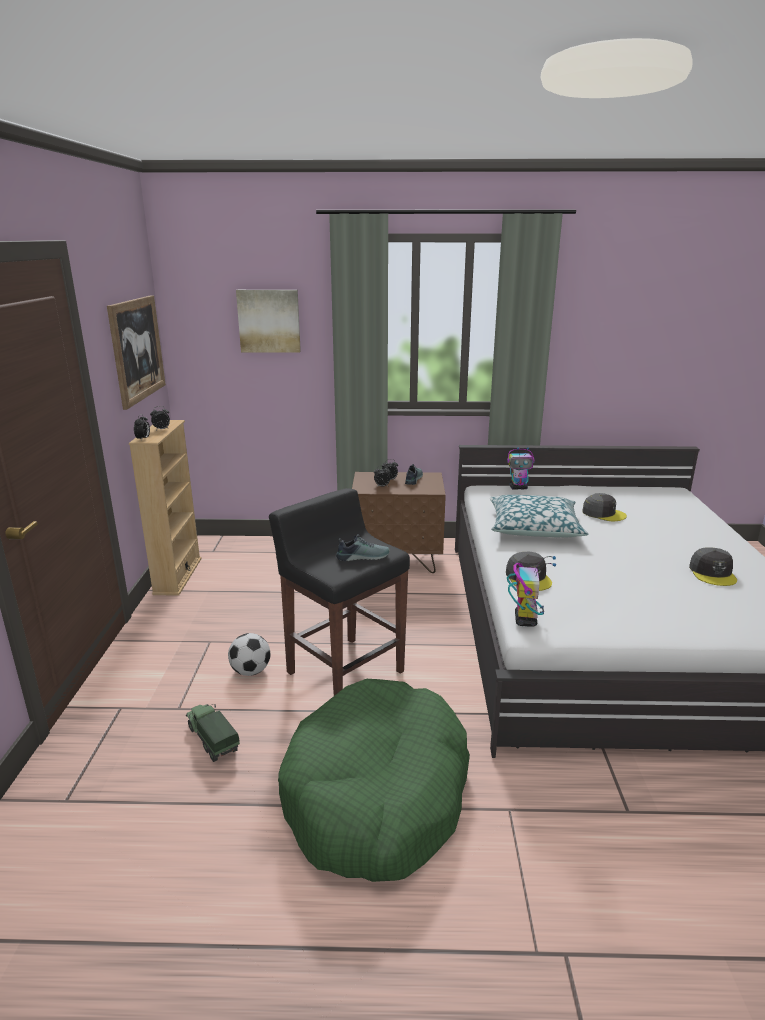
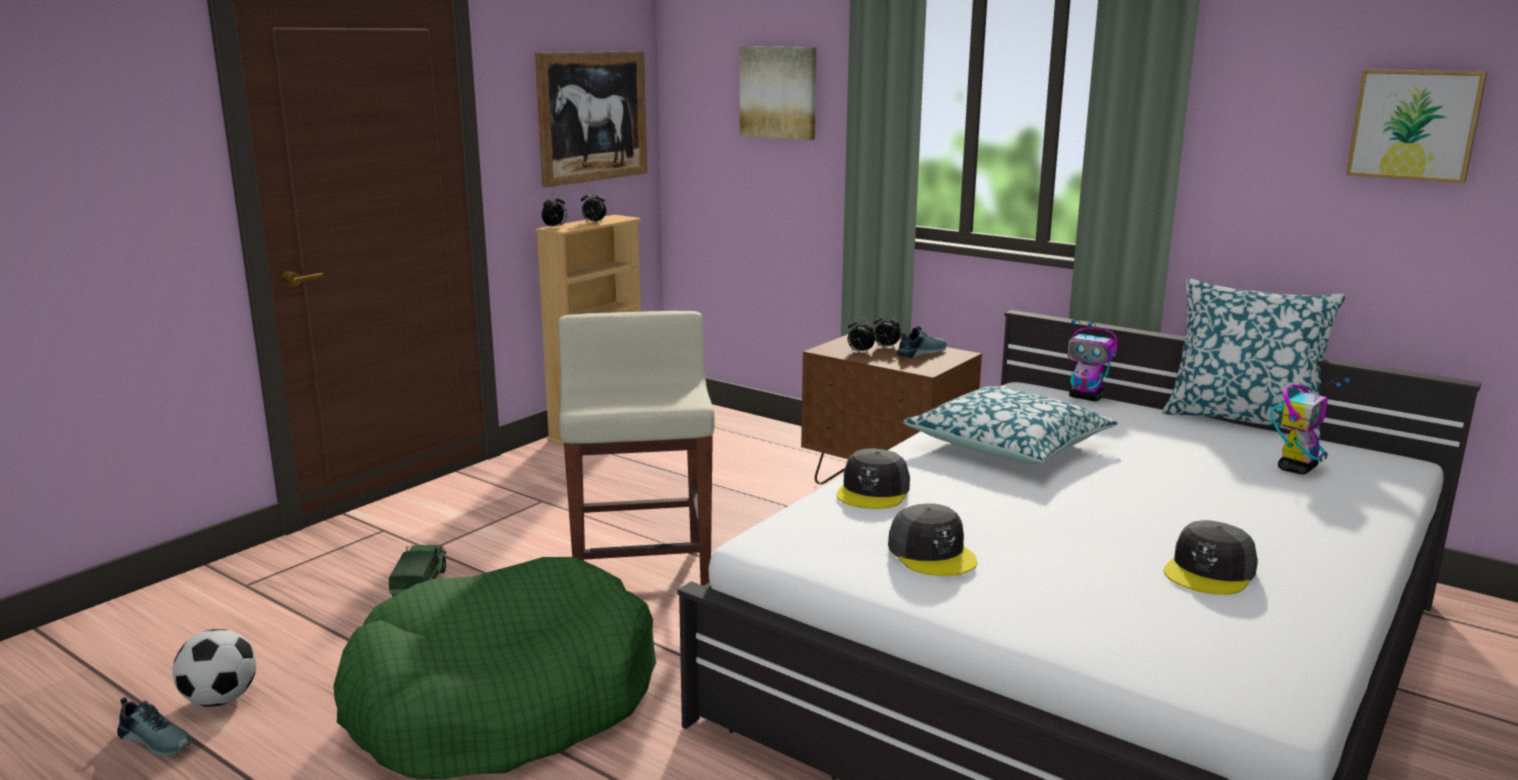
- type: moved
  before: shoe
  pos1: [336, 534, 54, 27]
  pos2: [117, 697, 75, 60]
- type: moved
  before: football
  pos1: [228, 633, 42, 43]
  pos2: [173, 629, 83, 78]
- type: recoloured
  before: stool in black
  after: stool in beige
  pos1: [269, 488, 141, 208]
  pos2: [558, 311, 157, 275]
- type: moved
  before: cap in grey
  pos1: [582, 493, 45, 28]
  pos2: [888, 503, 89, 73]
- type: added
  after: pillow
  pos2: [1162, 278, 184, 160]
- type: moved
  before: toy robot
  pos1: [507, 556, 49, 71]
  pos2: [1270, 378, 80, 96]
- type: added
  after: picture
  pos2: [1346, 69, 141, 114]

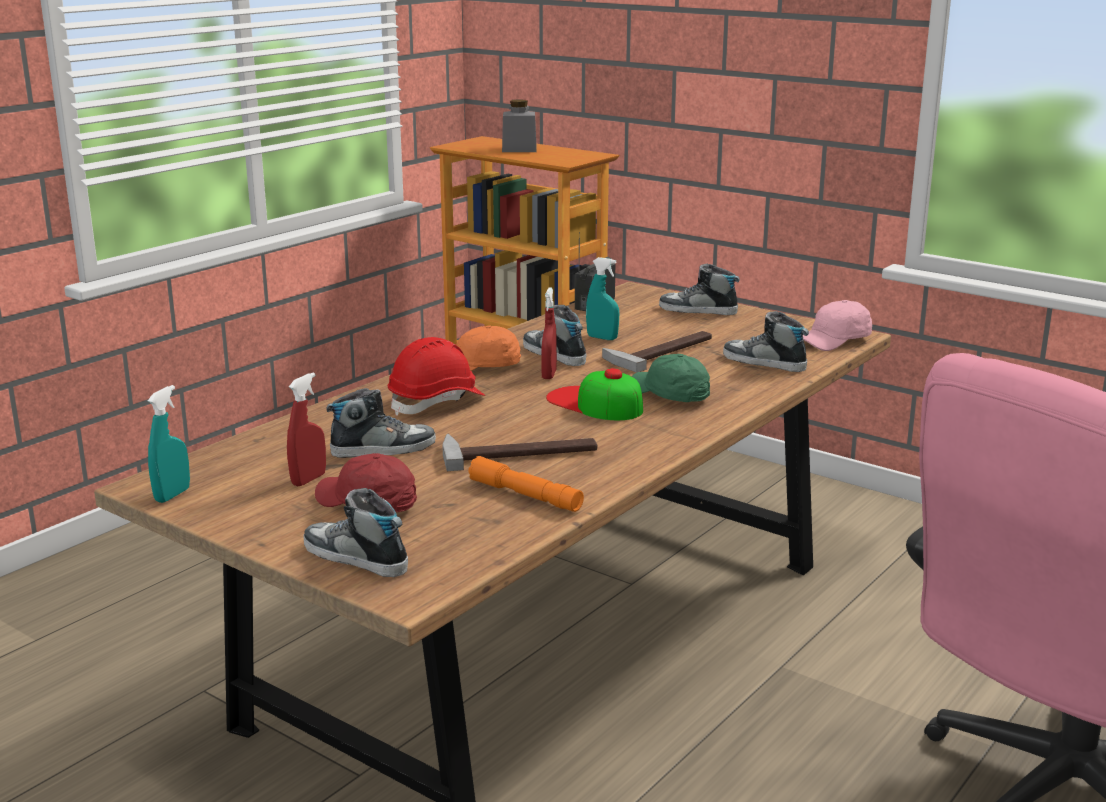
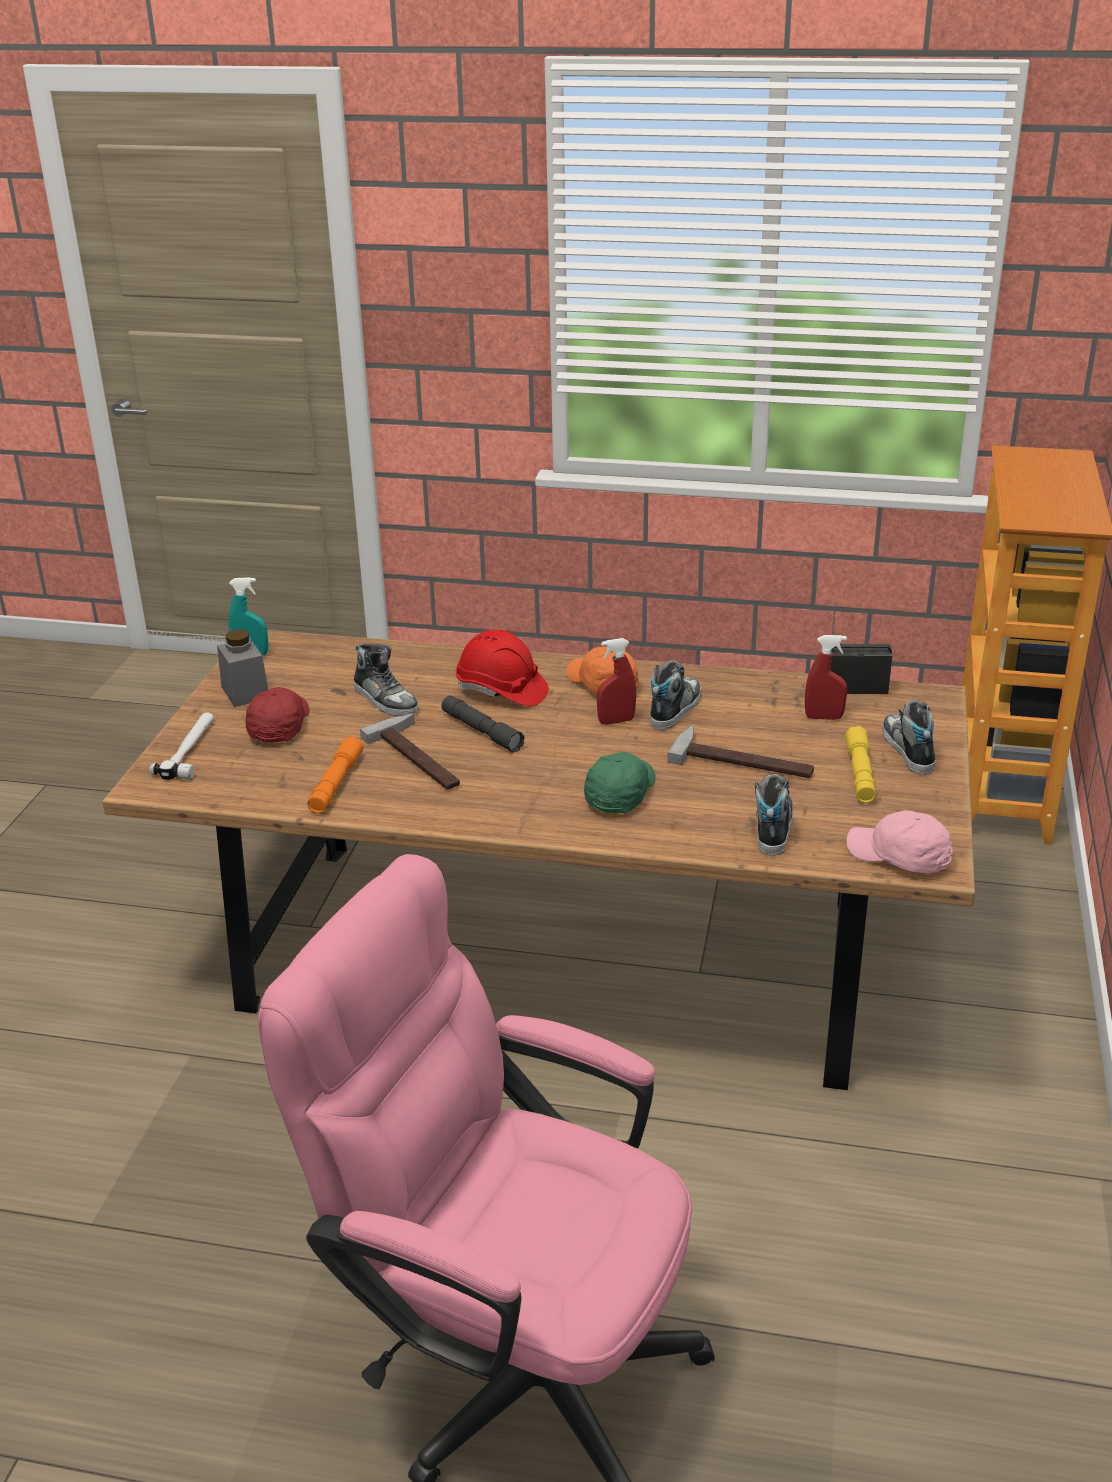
- type: replaced
  before: shoe
  after: hammer
  pos1: [303, 488, 105, 89]
  pos2: [149, 712, 65, 68]
- type: moved
  before: jar in grey
  pos1: [502, 99, 35, 53]
  pos2: [217, 630, 51, 77]
- type: added
  after: flashlight in grey
  pos2: [442, 695, 83, 58]
- type: moved
  before: spray bottle in red
  pos1: [287, 373, 39, 113]
  pos2: [805, 635, 42, 85]
- type: added
  after: flashlight in yellow
  pos2: [845, 726, 31, 77]
- type: removed
  before: cap
  pos1: [546, 368, 97, 52]
- type: removed
  before: spray bottle in turquoise
  pos1: [586, 257, 33, 83]

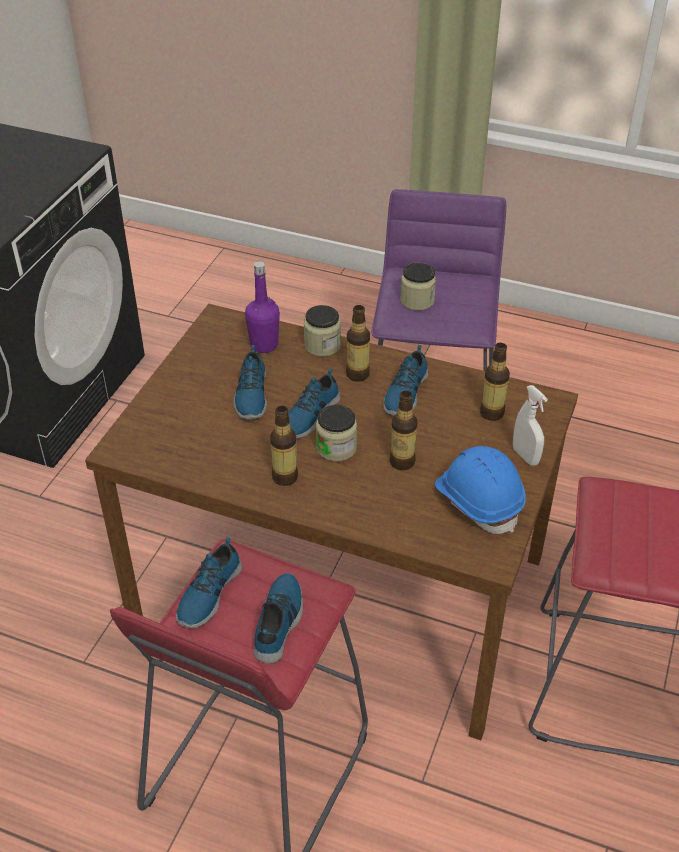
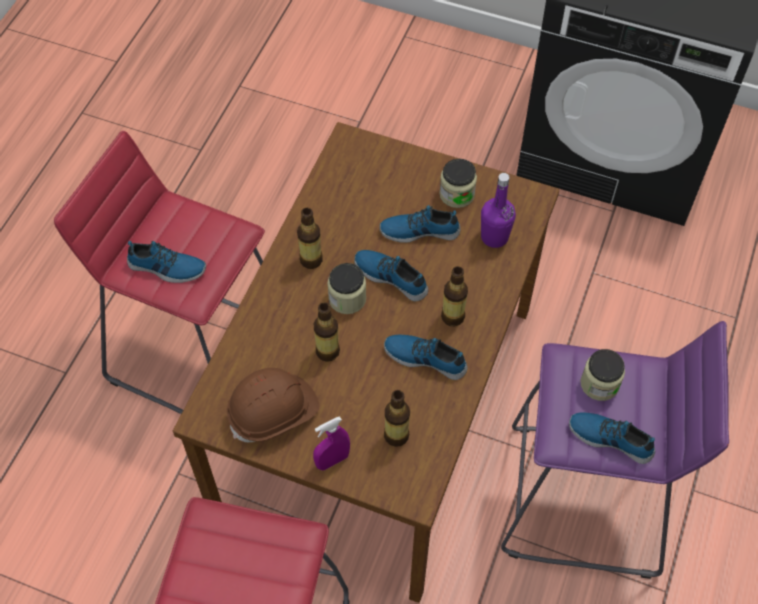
- type: recoloured
  before: hard hat in blue
  after: hard hat in brown
  pos1: [435, 446, 91, 88]
  pos2: [226, 368, 93, 74]
- type: recoloured
  before: spray bottle in white
  after: spray bottle in purple
  pos1: [513, 385, 35, 81]
  pos2: [313, 416, 37, 54]
- type: moved
  before: jar
  pos1: [304, 305, 37, 52]
  pos2: [439, 159, 38, 49]
- type: moved
  before: shoe
  pos1: [176, 538, 66, 90]
  pos2: [569, 412, 86, 52]

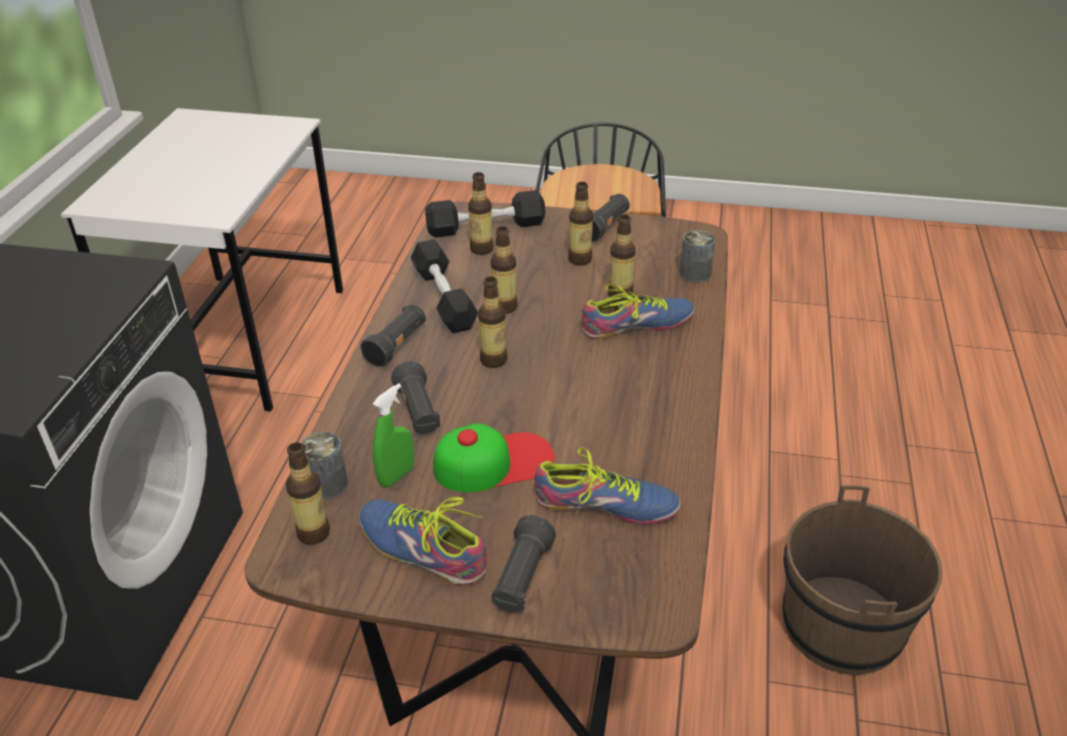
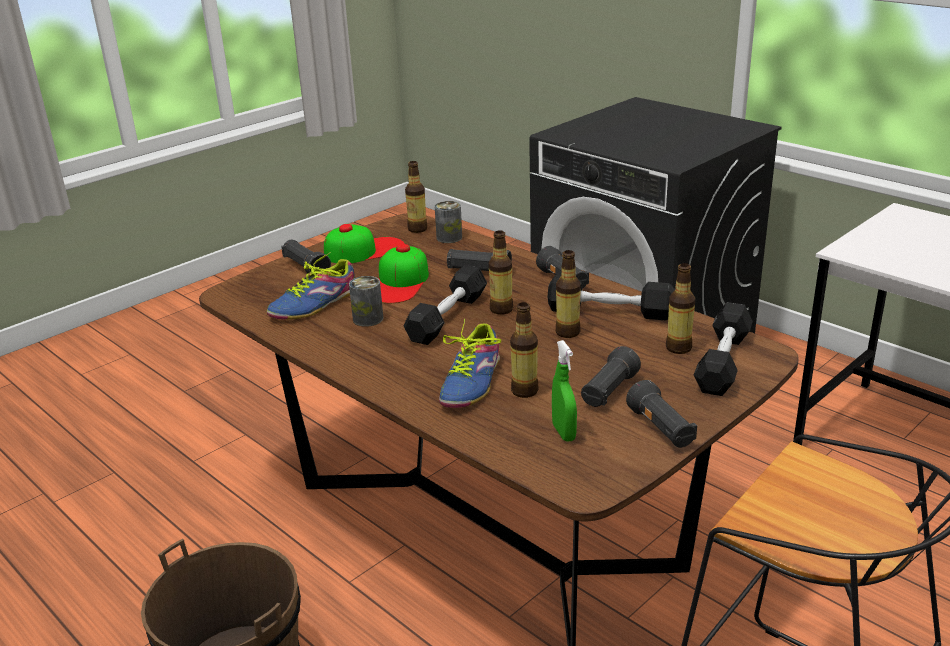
- type: replaced
  before: shoe
  after: cap
  pos1: [359, 497, 128, 88]
  pos2: [324, 224, 81, 39]
- type: moved
  before: can
  pos1: [680, 230, 35, 53]
  pos2: [349, 276, 34, 51]
- type: added
  after: dumbbell in black
  pos2: [403, 265, 84, 80]
- type: moved
  before: spray bottle in green
  pos1: [373, 383, 41, 104]
  pos2: [552, 340, 25, 102]
- type: replaced
  before: bottle
  after: flashlight in black
  pos1: [568, 182, 25, 83]
  pos2: [581, 346, 60, 61]

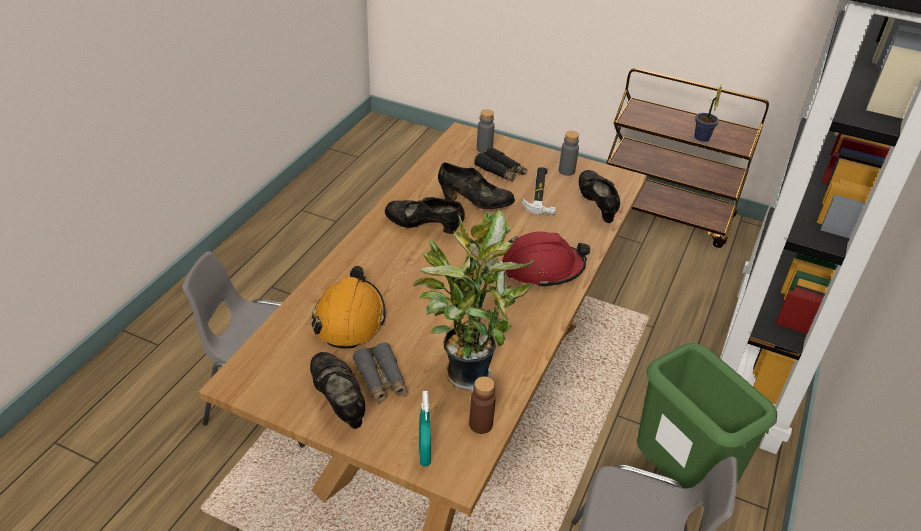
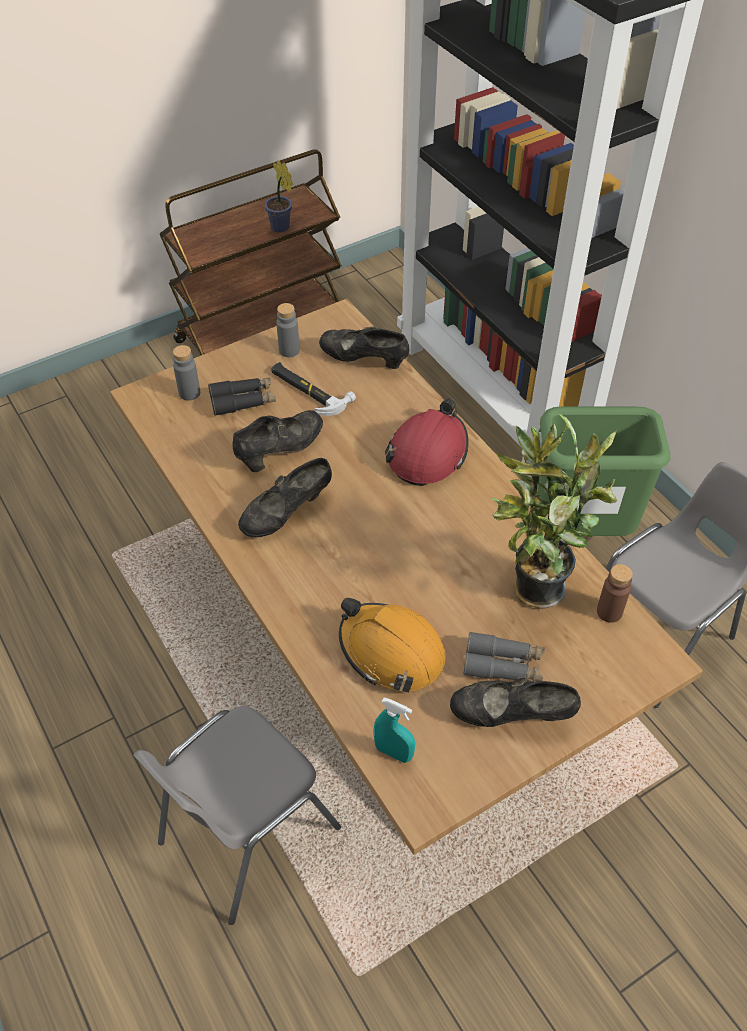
- type: moved
  before: spray bottle in turquoise
  pos1: [419, 391, 12, 76]
  pos2: [373, 698, 42, 65]

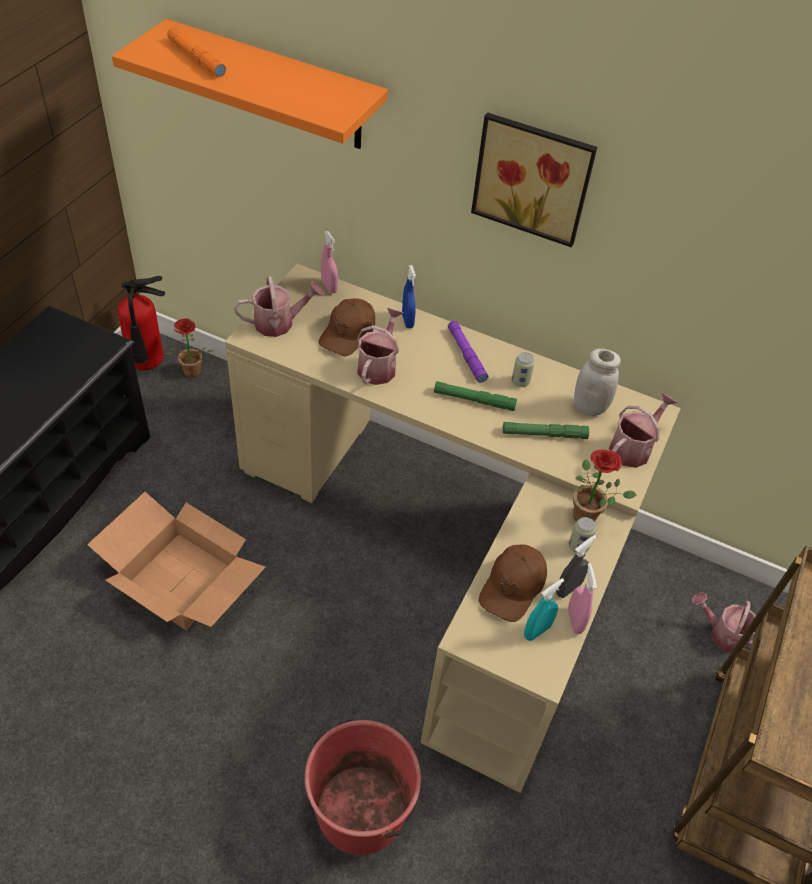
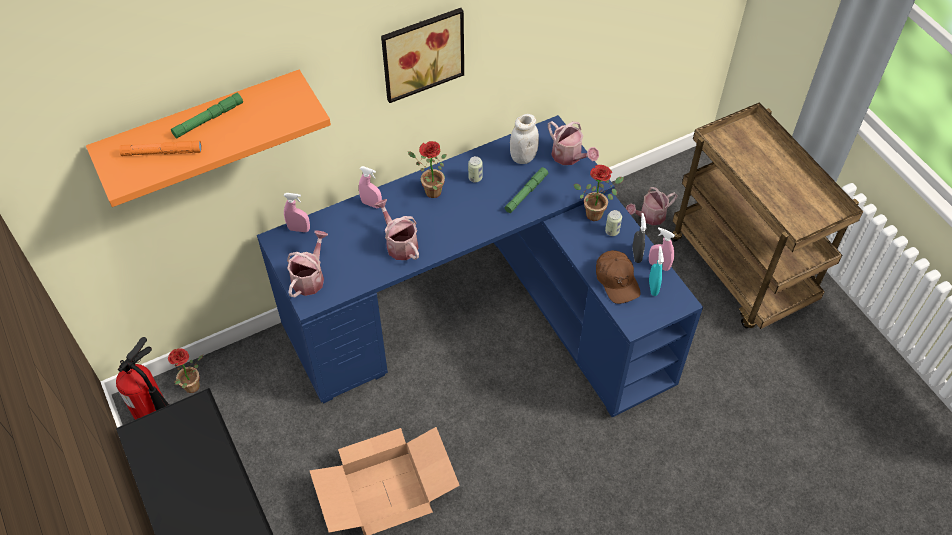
- type: moved
  before: flashlight in green
  pos1: [434, 381, 83, 30]
  pos2: [171, 93, 72, 46]
- type: recoloured
  before: desk in beige
  after: desk in blue
  pos1: [225, 264, 456, 529]
  pos2: [257, 115, 446, 302]
- type: recoloured
  before: spray bottle in blue
  after: spray bottle in pink
  pos1: [402, 265, 14, 63]
  pos2: [359, 166, 23, 42]
- type: replaced
  before: flashlight in purple
  after: potted plant
  pos1: [448, 321, 40, 62]
  pos2: [408, 141, 38, 57]
- type: turned
  before: watering can
  pos1: [609, 392, 69, 76]
  pos2: [548, 121, 51, 44]
  turn: 150
- type: removed
  before: bucket in red
  pos1: [304, 720, 118, 135]
- type: removed
  before: cap in brown
  pos1: [318, 299, 57, 57]

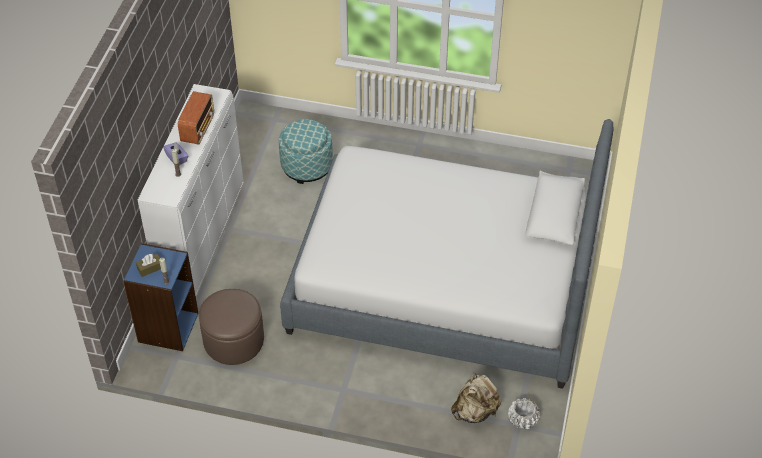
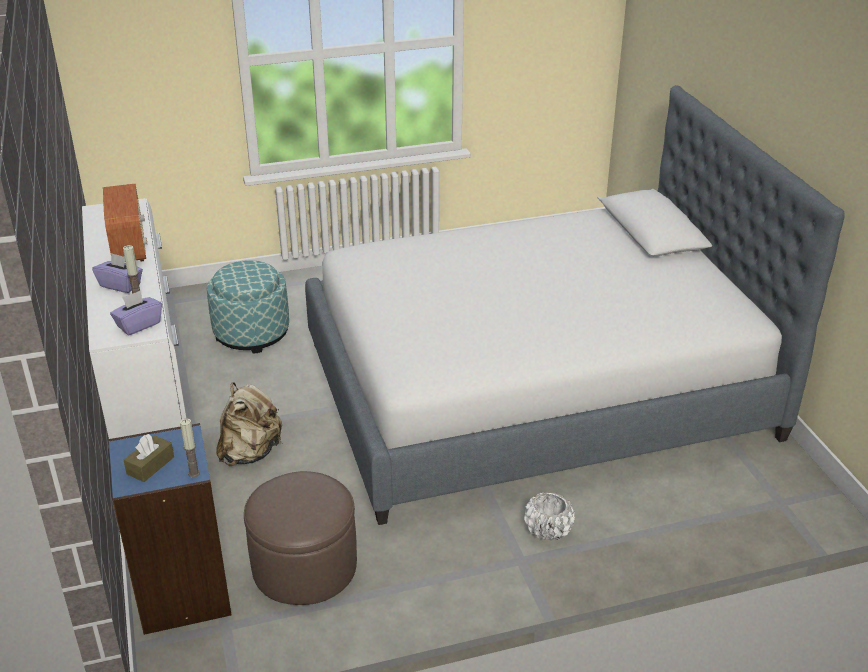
- type: added
  after: tissue box in purple
  pos2: [110, 291, 52, 45]
- type: moved
  before: backpack in beige
  pos1: [451, 373, 50, 50]
  pos2: [216, 382, 66, 84]
- type: moved
  before: planter in white
  pos1: [508, 398, 32, 32]
  pos2: [524, 492, 51, 48]

